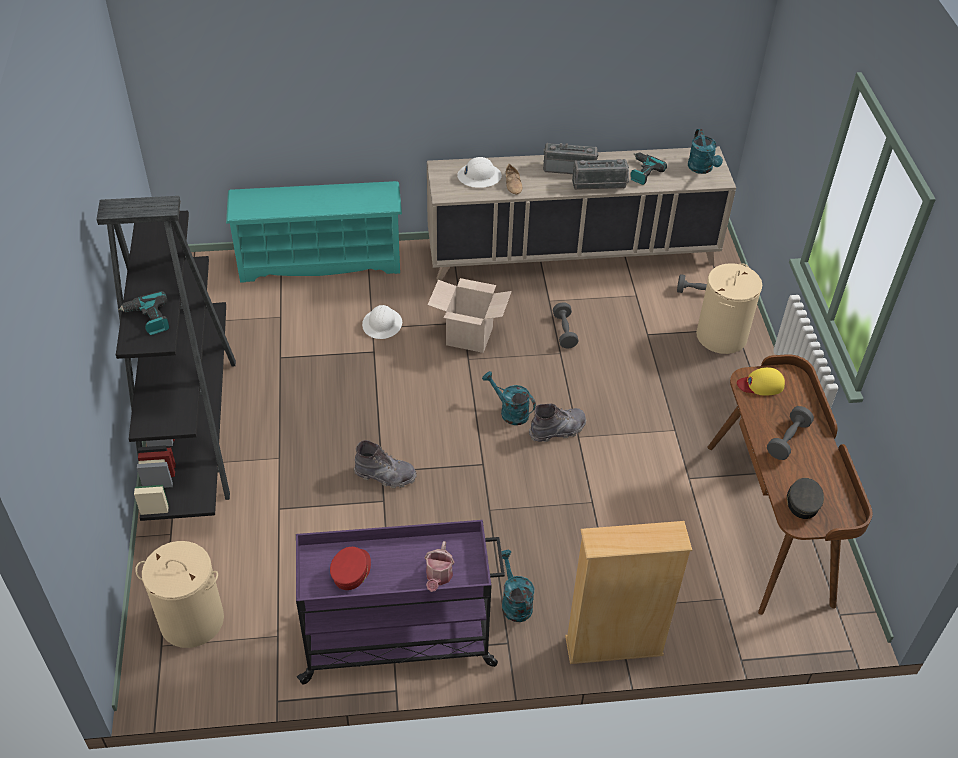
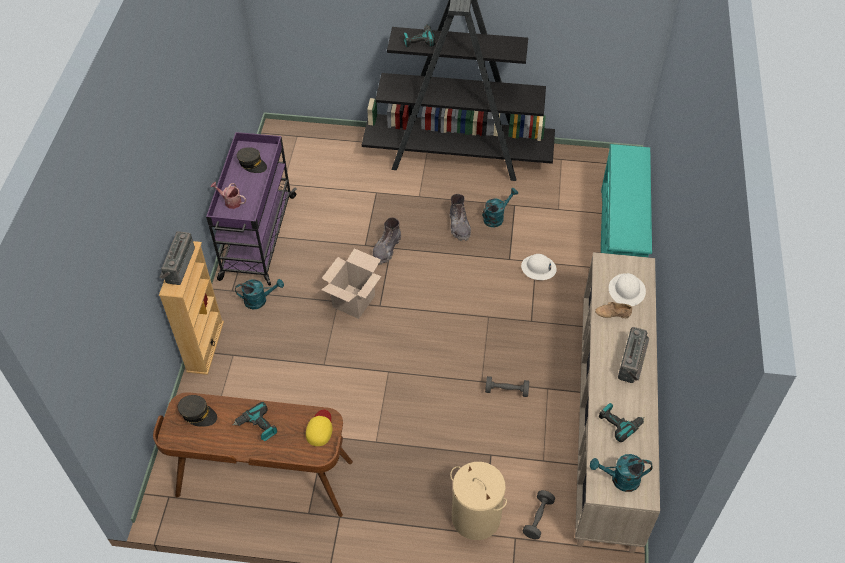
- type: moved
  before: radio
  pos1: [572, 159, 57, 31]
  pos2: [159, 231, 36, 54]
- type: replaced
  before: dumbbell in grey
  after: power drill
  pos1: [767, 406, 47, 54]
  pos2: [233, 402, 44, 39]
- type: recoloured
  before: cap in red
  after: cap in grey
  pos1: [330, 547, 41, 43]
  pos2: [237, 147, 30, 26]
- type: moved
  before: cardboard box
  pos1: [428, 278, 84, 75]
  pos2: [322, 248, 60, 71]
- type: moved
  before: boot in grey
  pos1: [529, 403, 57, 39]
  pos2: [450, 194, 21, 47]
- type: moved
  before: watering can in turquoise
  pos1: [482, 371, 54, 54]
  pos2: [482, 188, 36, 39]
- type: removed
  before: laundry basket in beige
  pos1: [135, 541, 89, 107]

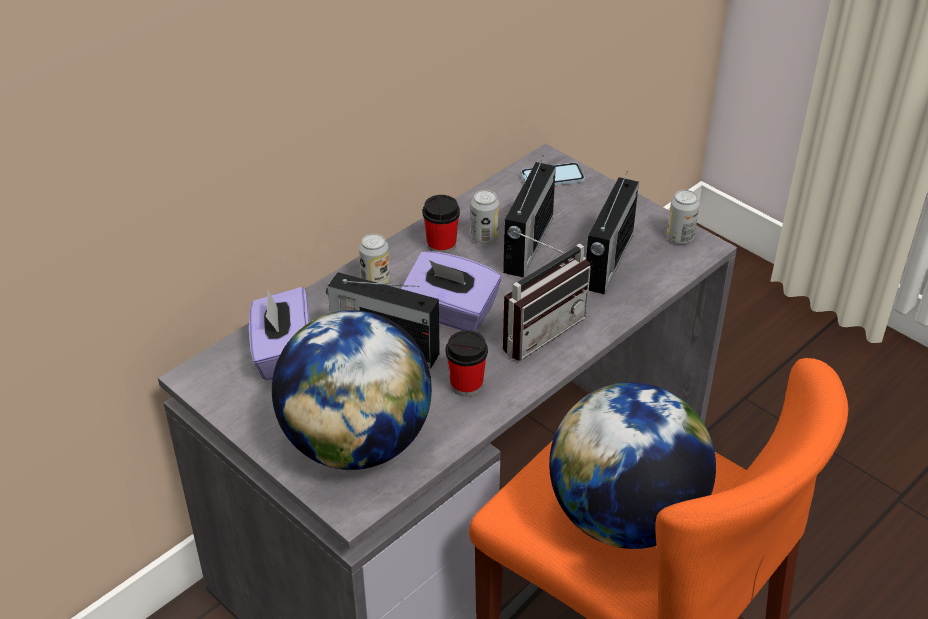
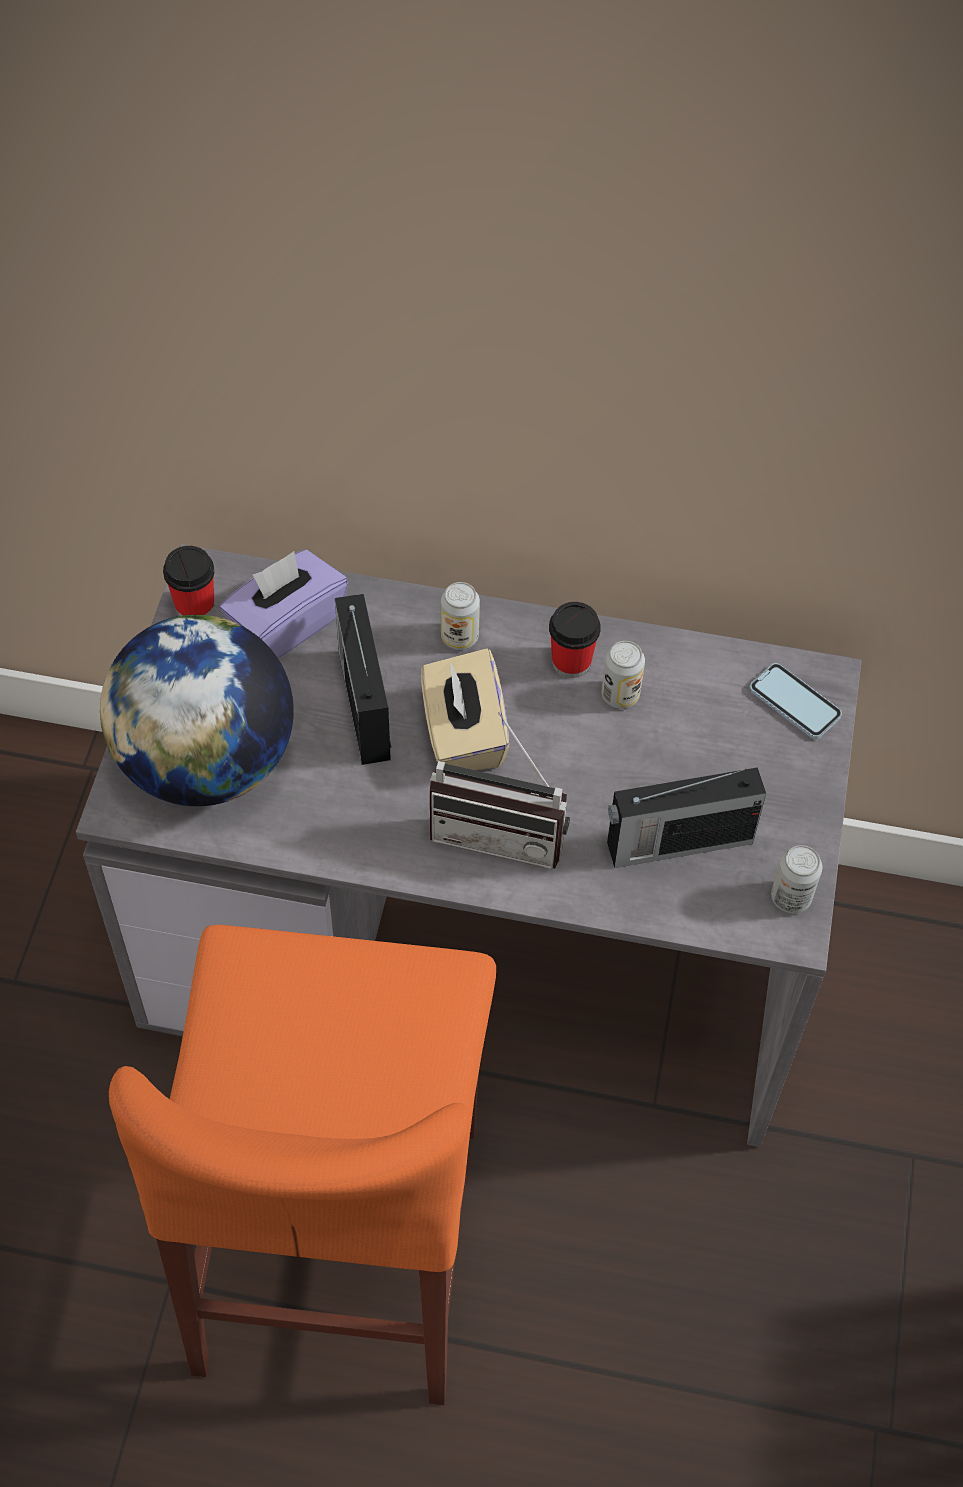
- type: moved
  before: cup
  pos1: [446, 330, 42, 67]
  pos2: [163, 546, 52, 70]
- type: recoloured
  before: tissue box in purple
  after: tissue box in beige
  pos1: [401, 251, 100, 80]
  pos2: [421, 648, 88, 122]
- type: removed
  before: radio
  pos1: [503, 155, 53, 123]
- type: removed
  before: globe
  pos1: [549, 382, 167, 167]

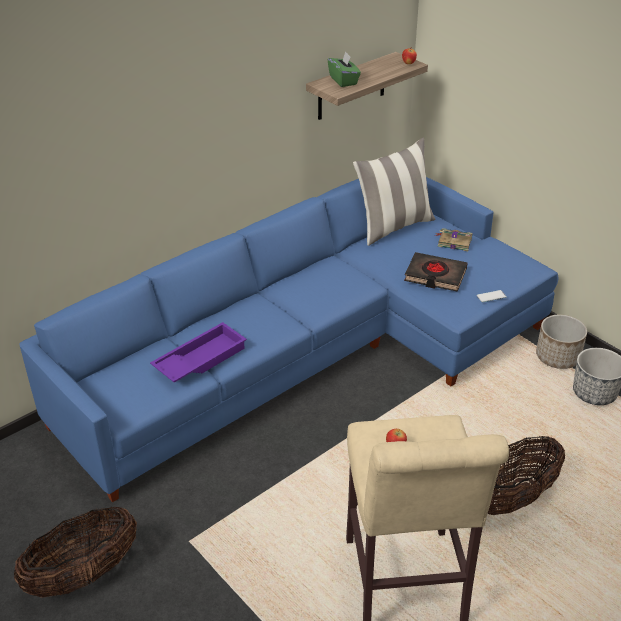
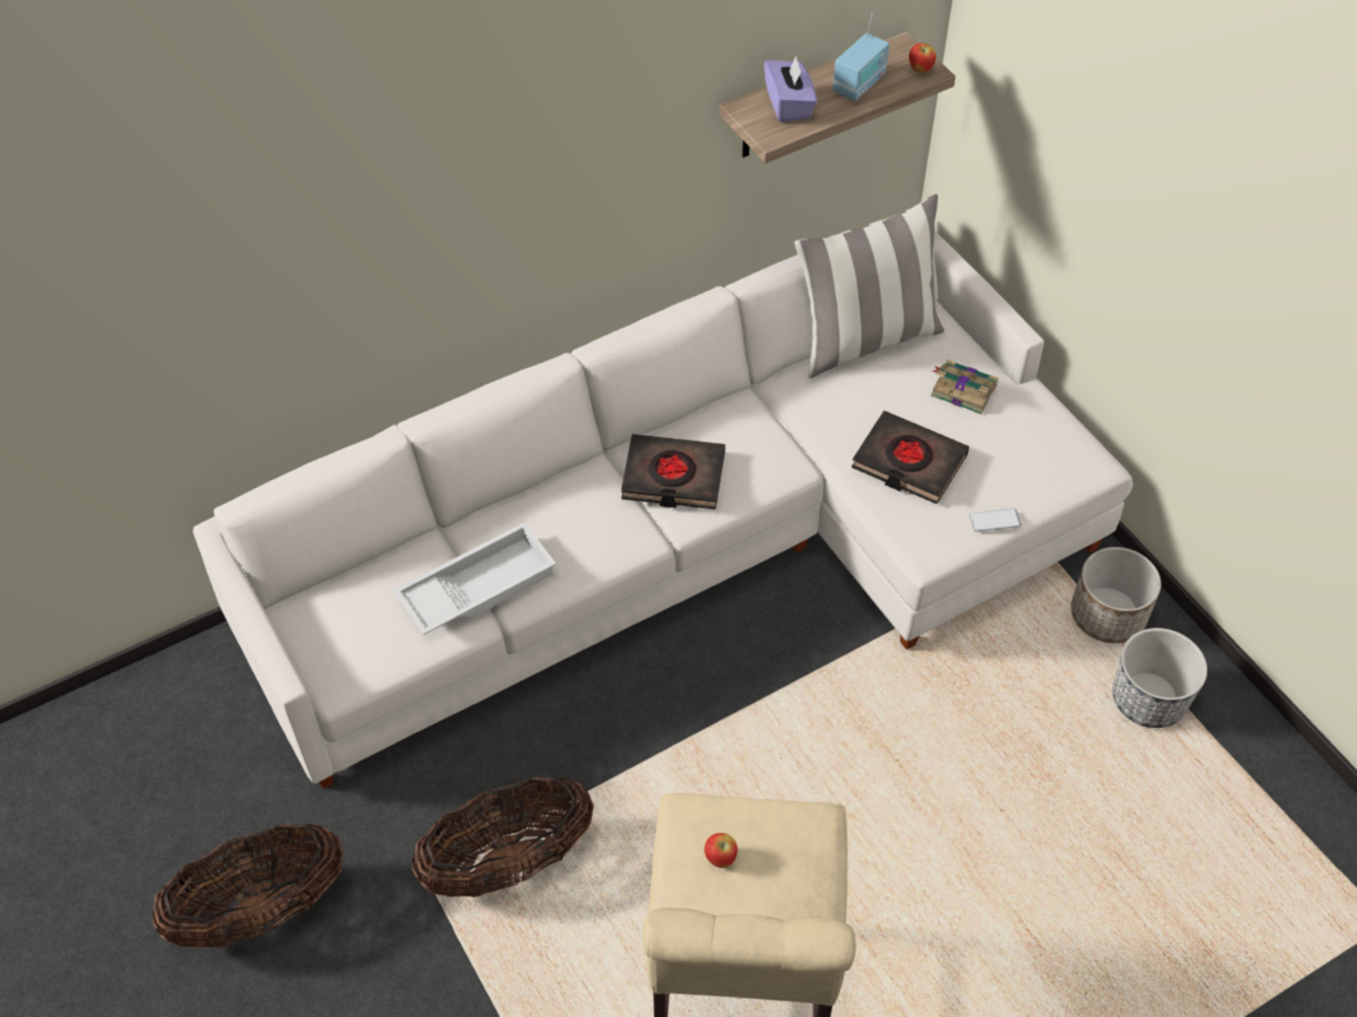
- type: recoloured
  before: sofa in blue
  after: sofa in white
  pos1: [20, 177, 539, 325]
  pos2: [193, 215, 940, 574]
- type: recoloured
  before: tray in purple
  after: tray in white
  pos1: [150, 322, 97, 61]
  pos2: [393, 522, 163, 113]
- type: moved
  before: basket
  pos1: [488, 435, 77, 80]
  pos2: [412, 777, 182, 120]
- type: added
  after: book in black
  pos2: [621, 434, 104, 75]
- type: recoloured
  before: tissue box in green
  after: tissue box in purple
  pos1: [328, 51, 33, 36]
  pos2: [764, 56, 53, 66]
- type: added
  after: radio
  pos2: [833, 13, 56, 88]

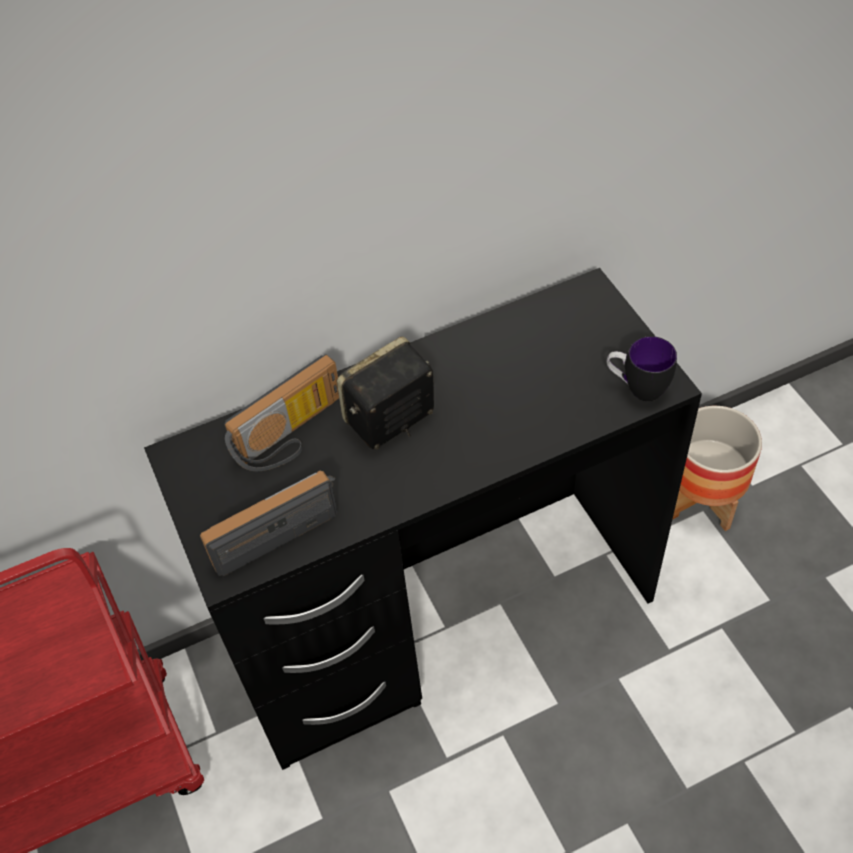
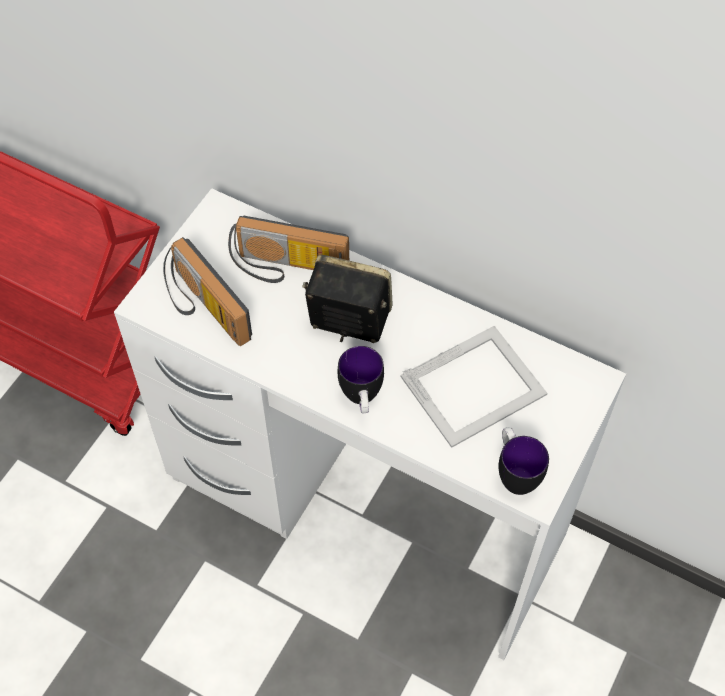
- type: recoloured
  before: desk in black
  after: desk in white
  pos1: [144, 268, 558, 502]
  pos2: [114, 188, 512, 472]
- type: turned
  before: radio
  pos1: [200, 471, 137, 105]
  pos2: [163, 237, 89, 109]
  turn: -150
- type: added
  after: mug
  pos2: [338, 346, 46, 67]
- type: added
  after: picture frame
  pos2: [400, 326, 147, 122]
- type: removed
  before: planter
  pos1: [672, 406, 90, 125]

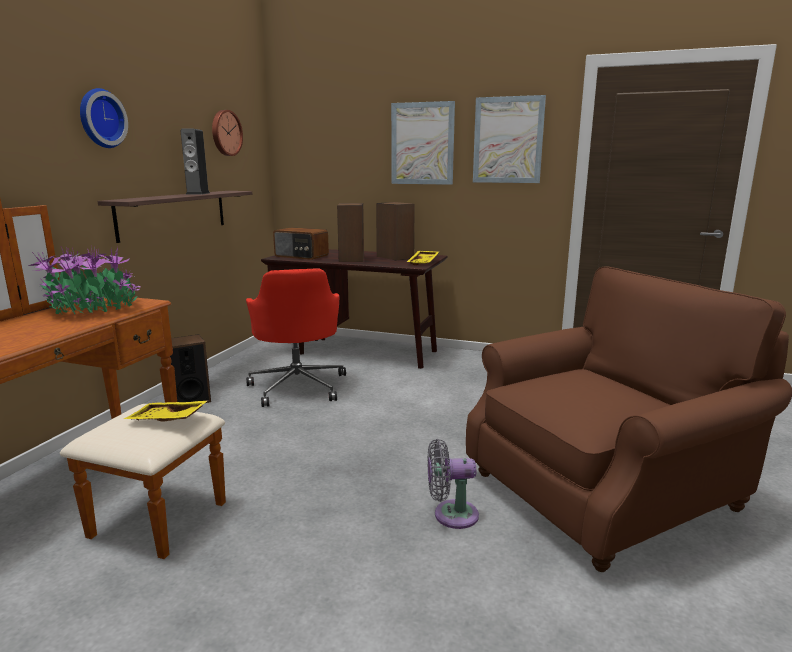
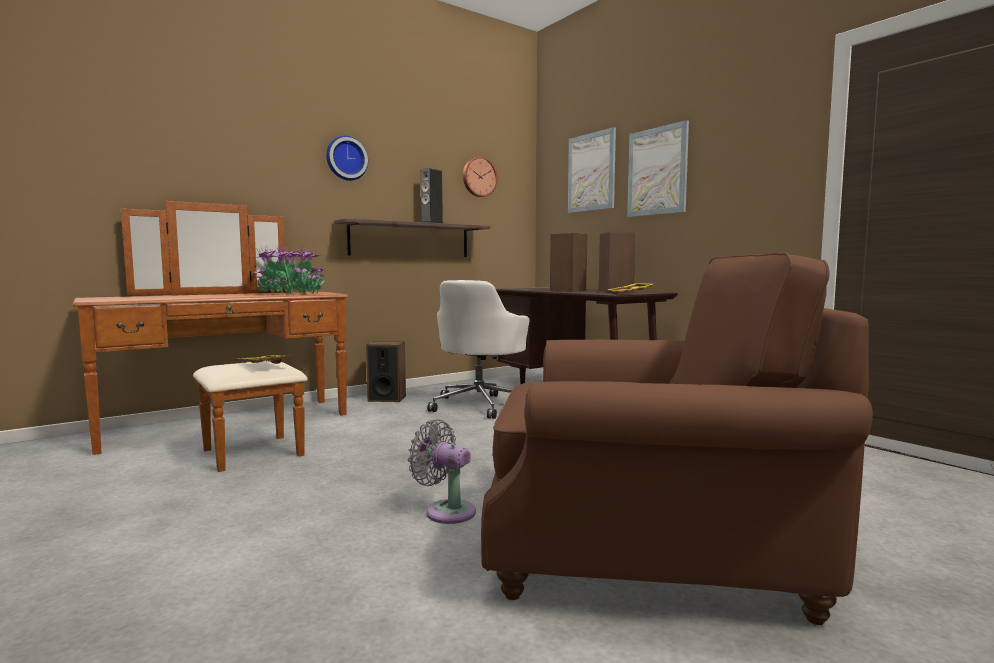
- type: recoloured
  before: office chair in red
  after: office chair in white
  pos1: [246, 268, 100, 139]
  pos2: [427, 280, 103, 139]
- type: moved
  before: picture
  pos1: [473, 95, 73, 88]
  pos2: [568, 127, 48, 86]
- type: removed
  before: radio
  pos1: [273, 227, 56, 33]

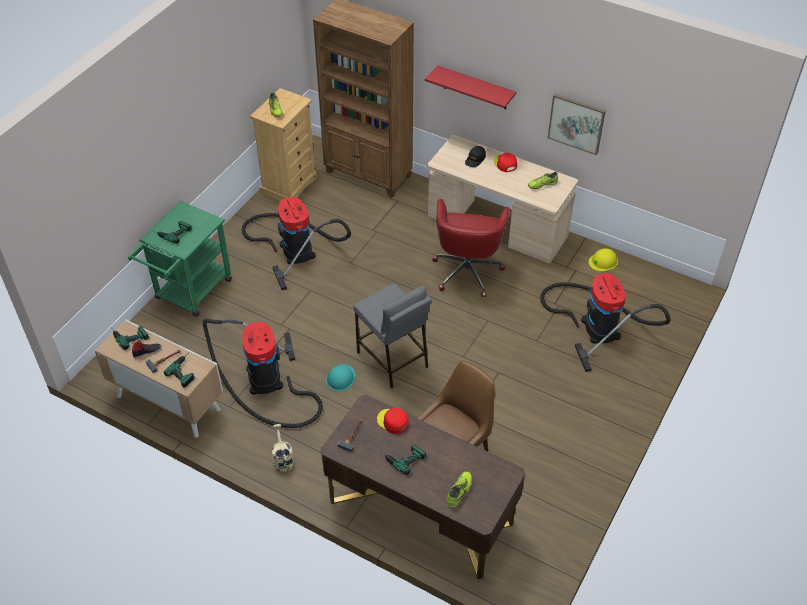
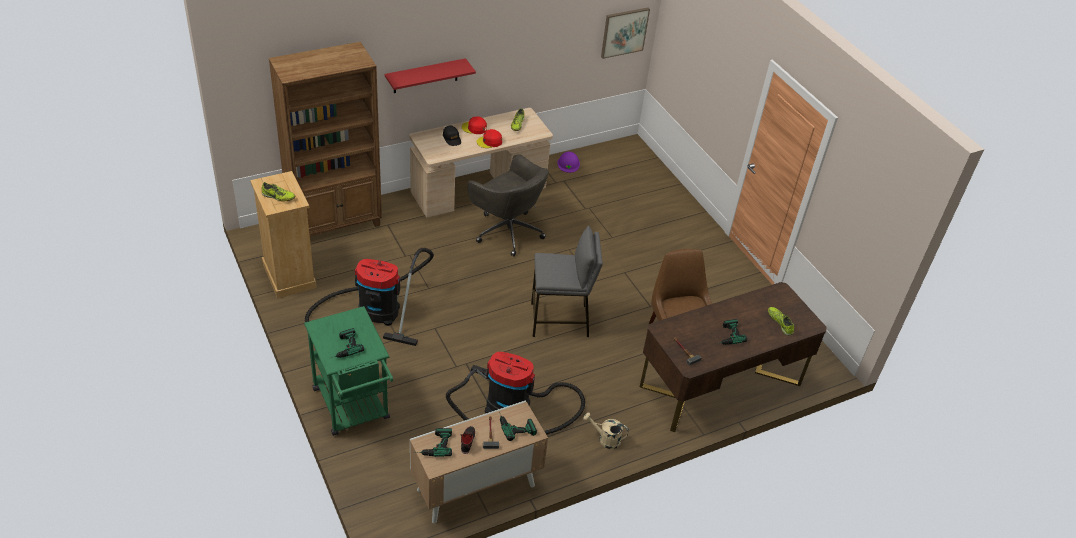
- type: recoloured
  before: office chair in red
  after: office chair in grey
  pos1: [432, 199, 78, 98]
  pos2: [467, 154, 82, 102]
- type: moved
  before: cap in red
  pos1: [377, 408, 32, 26]
  pos2: [477, 129, 25, 19]
- type: recoloured
  before: hard hat in yellow
  after: hard hat in purple
  pos1: [589, 248, 29, 24]
  pos2: [557, 152, 23, 21]
- type: moved
  before: picture
  pos1: [548, 94, 58, 61]
  pos2: [601, 8, 49, 51]
- type: removed
  before: hard hat in turquoise
  pos1: [326, 364, 30, 27]
- type: removed
  before: vacuum cleaner
  pos1: [540, 273, 130, 99]

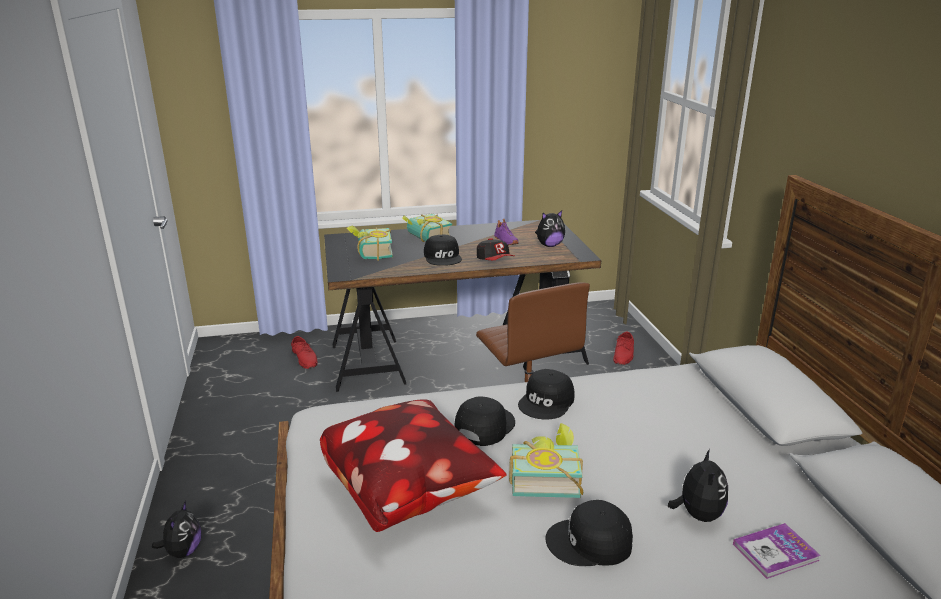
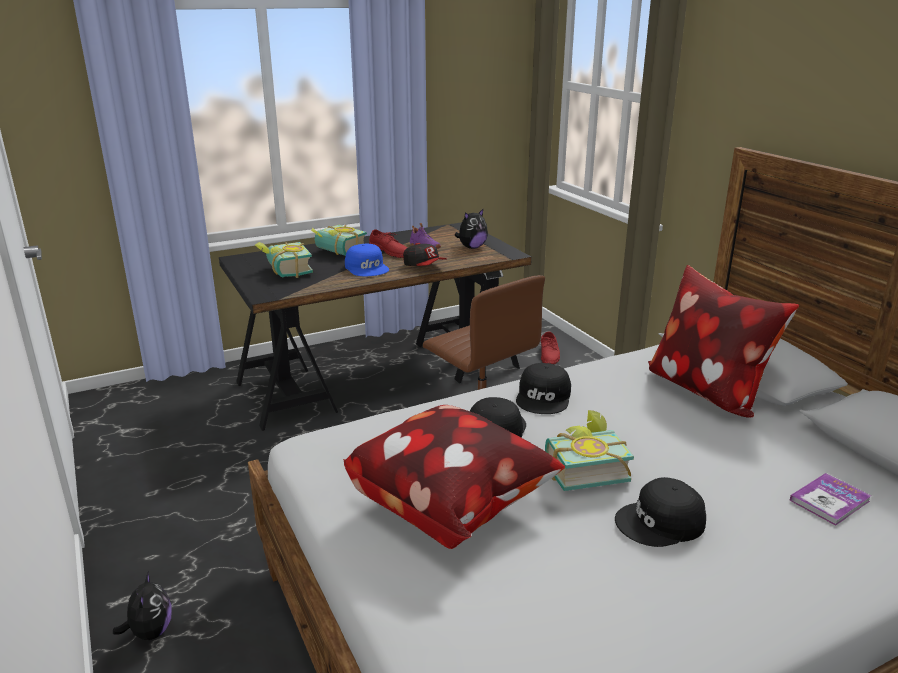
- type: recoloured
  before: cap in black
  after: cap in blue
  pos1: [424, 235, 38, 31]
  pos2: [345, 243, 44, 33]
- type: moved
  before: shoe in red
  pos1: [291, 336, 27, 33]
  pos2: [369, 230, 38, 28]
- type: added
  after: pillow
  pos2: [648, 265, 151, 153]
- type: removed
  before: plush toy
  pos1: [668, 449, 60, 73]

